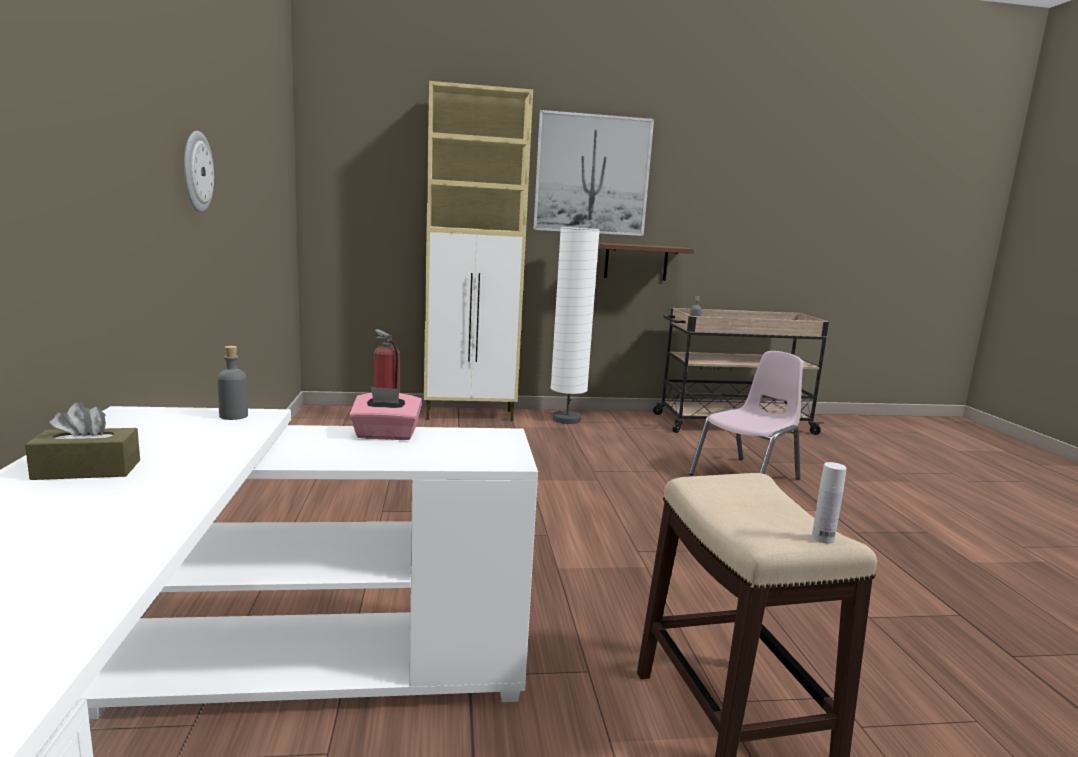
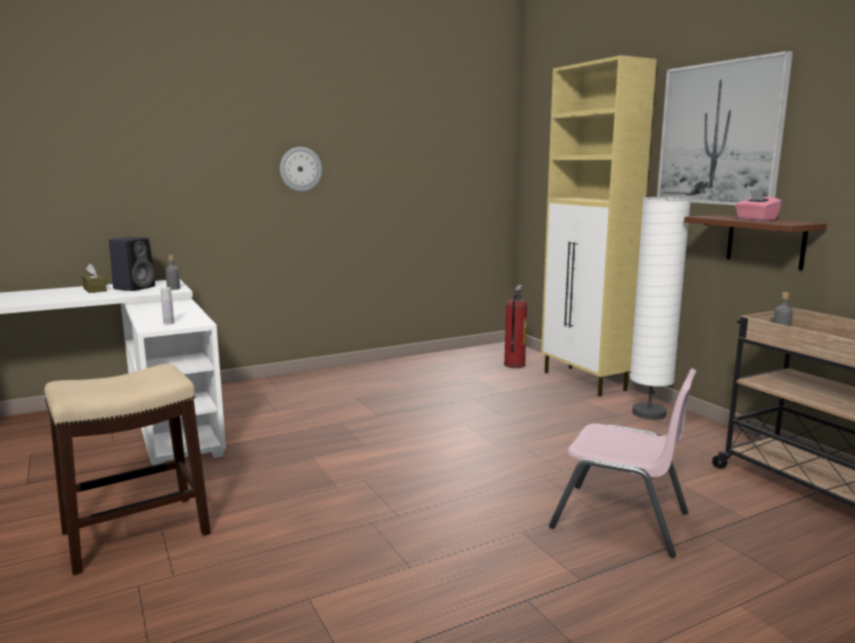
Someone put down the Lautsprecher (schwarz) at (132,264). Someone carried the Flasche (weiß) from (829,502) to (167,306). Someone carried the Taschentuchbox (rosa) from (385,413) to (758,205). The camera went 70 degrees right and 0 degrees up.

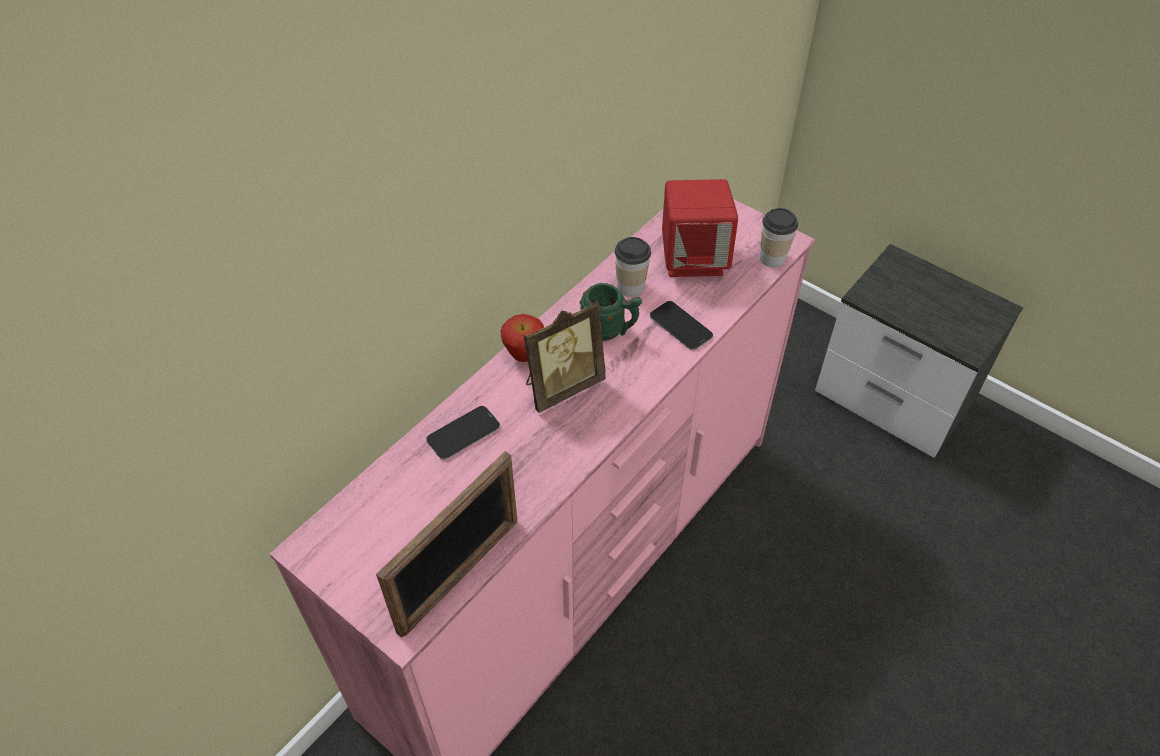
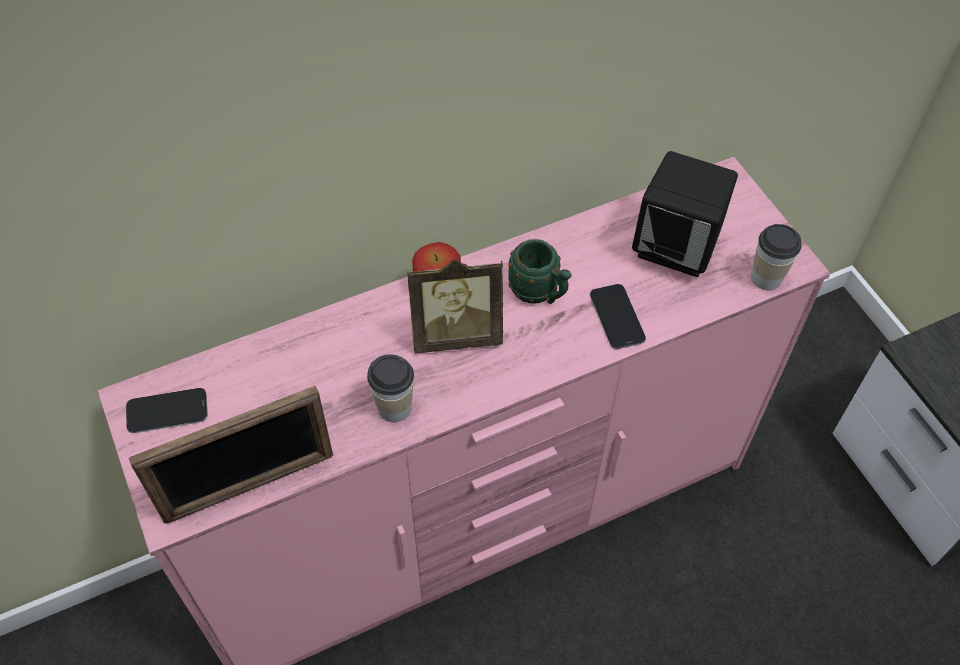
Someone carried the Handy from (463,433) to (167,410). Someone carried the Tasse from (633,267) to (390,388). Someone repainted the Lautsprecher (rot) at (700,228), which became the Lautsprecher (schwarz) at (685,214). The camera went 25 degrees right and 5 degrees up.

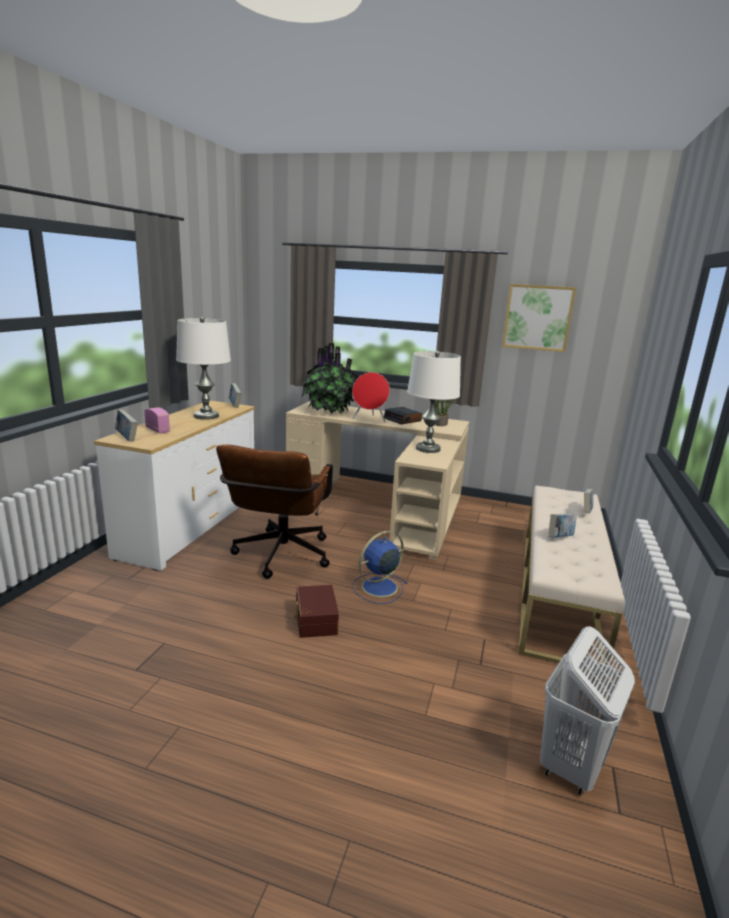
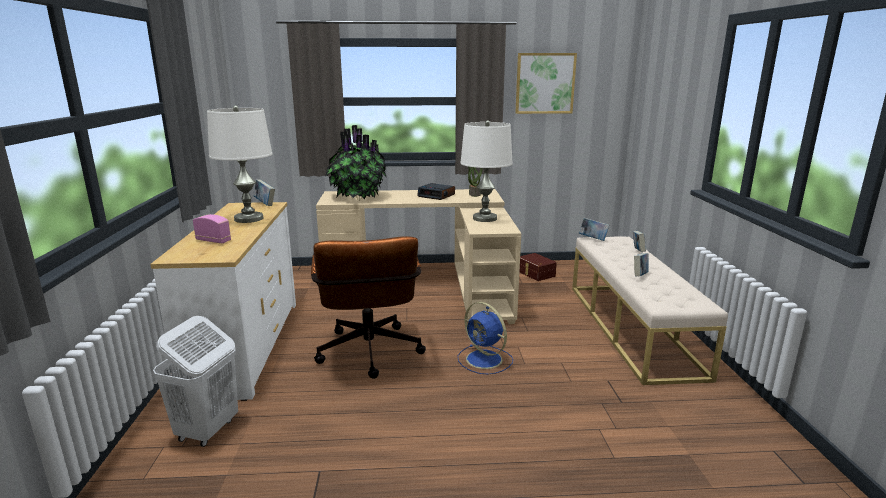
Someone carried the Wäschekorb (weiß) from (587,710) to (195,381). Someone rotated the Ventilator (blau) at (379,567) by 75 degrees counterclockwise. Someone carried the Aufbewahrungsbox (braun) from (316,611) to (538,267). Someone carried the Buch from (126,425) to (594,229). Someone took away the Lautsprecher (rot) at (371,397). The camera went 20 degrees left and 0 degrees up.

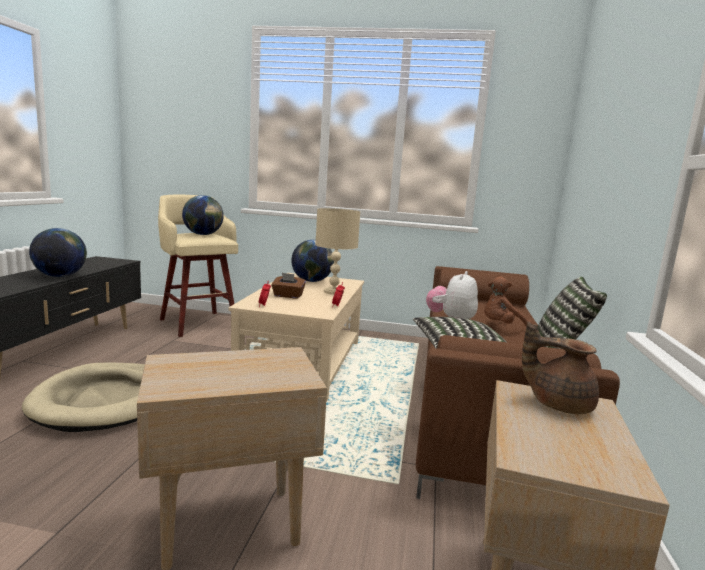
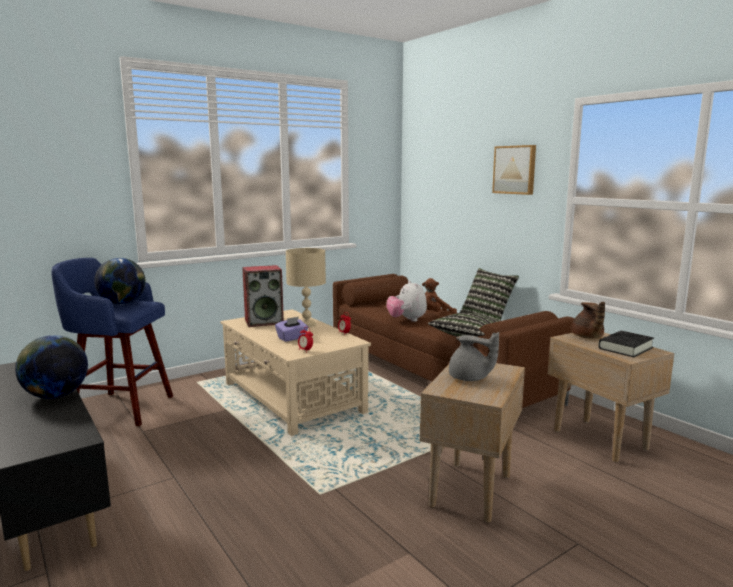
Someone repainted the Hocker (beige) at (198,266), which became the Hocker (blau) at (112,342). Someone swapped the Globus at (312,261) for the Lautsprecher at (263,296). Someone repainted the Taschentuchbox (braun) at (288,286), which became the Taschentuchbox (lila) at (291,329). Someone rotated the Plüschtier (braun) at (508,302) by 45 degrees clockwise. Someone put down the Teekanne (grau) at (474,356). Someone put up the Bild at (514,170). Someone rotated the Teekanne (braun) at (560,367) by 75 degrees counterclockwise. Someone put down the Buch (schwarz) at (626,344). Someone took away the Hundebett (beige) at (83,397). The camera went 45 degrees left and 0 degrees up.

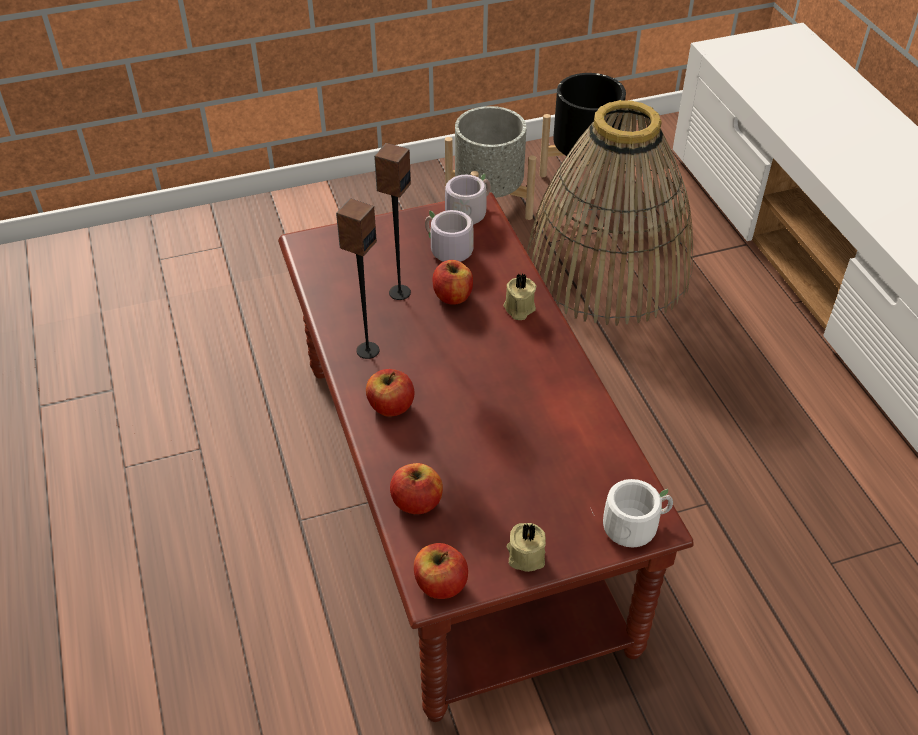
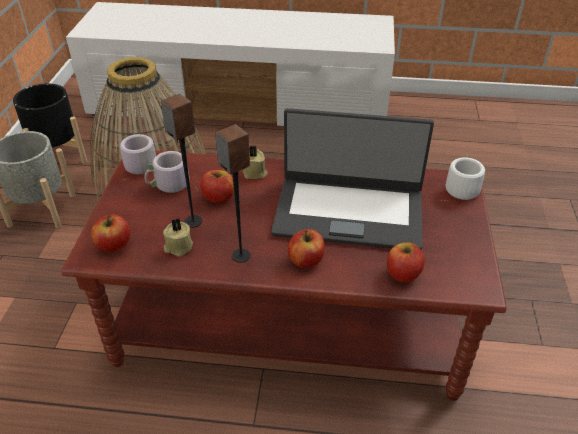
Someone carried the Apfel from (441,571) to (110,233). Someone carried the Kerze (beige) from (526,547) to (178,237). Someone put down the Laptop at (352,179). The camera went 65 degrees left and 5 degrees down.

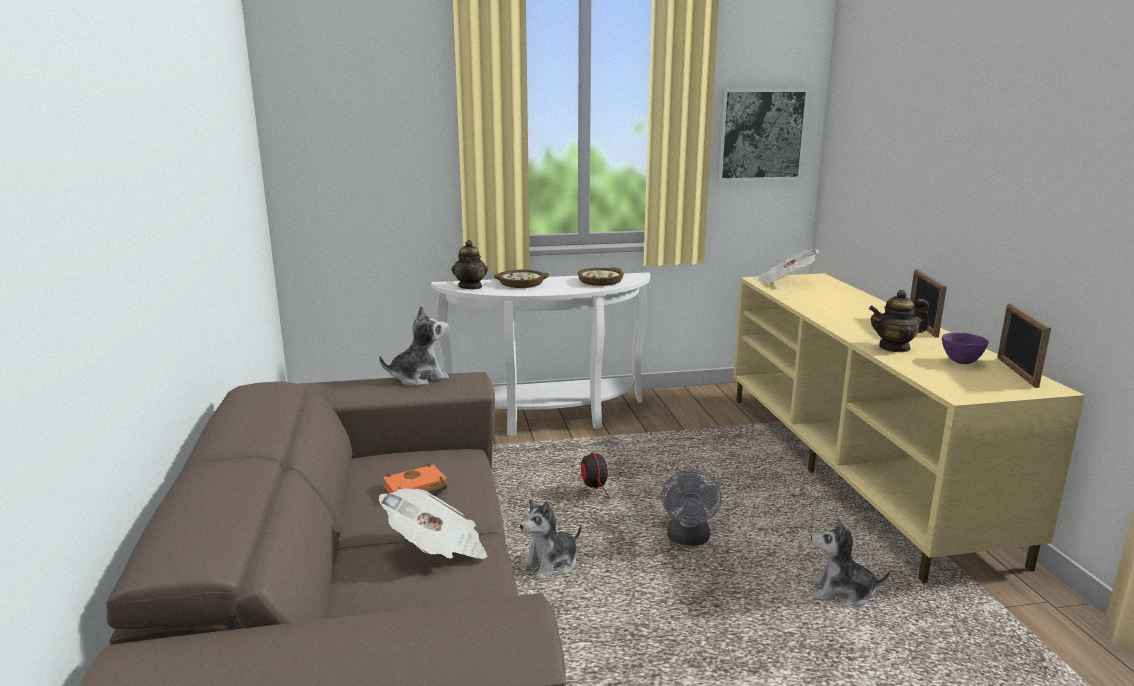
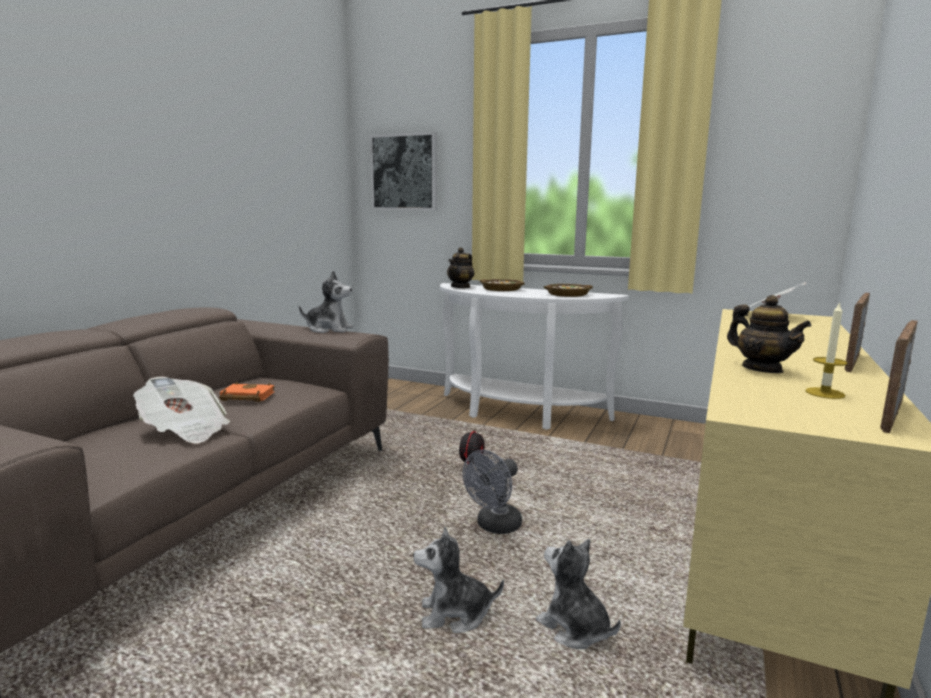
Someone carried the Bild from (763,135) to (403,171). Someone carried the Plüschtier from (551,539) to (458,580). Someone rotated the Teekanne at (899,321) by 150 degrees counterclockwise. Someone swapped the Schüssel (lila) at (965,348) for the Kerze at (826,350). The camera went 35 degrees right and 5 degrees down.

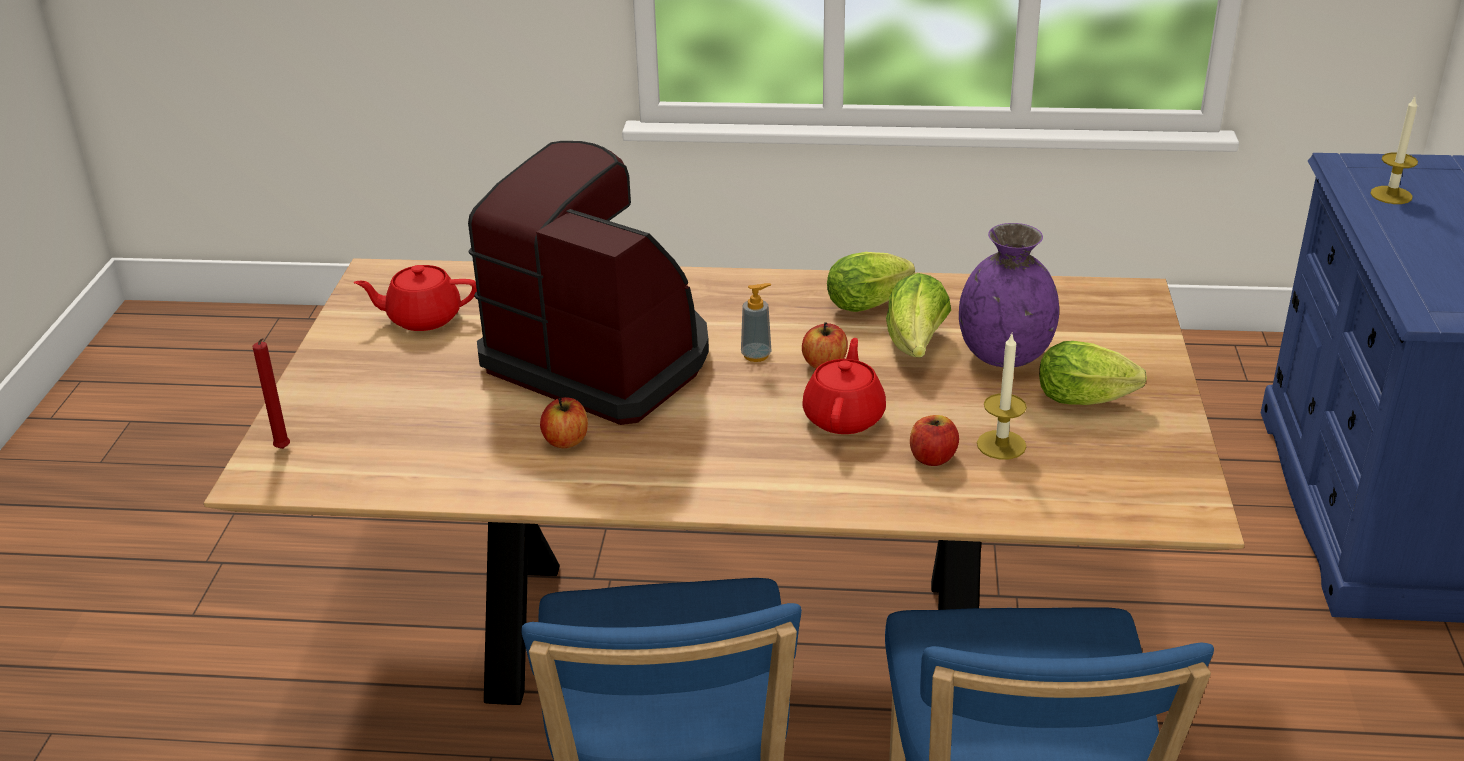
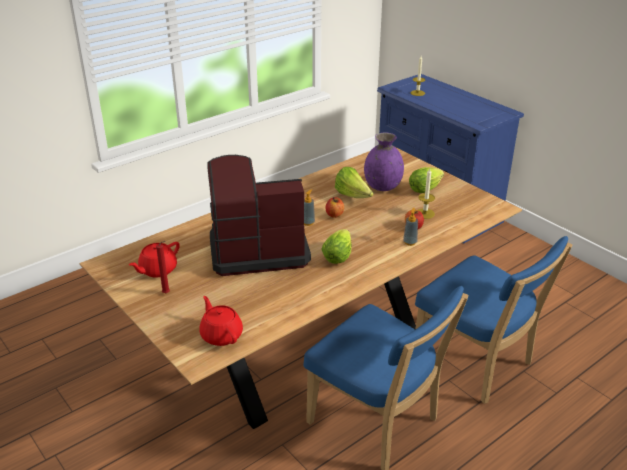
Someone carried the Kerze (rot) from (271,393) to (163,267). Someone carried the Teekanne (rot) from (844,386) to (221,321). Someone carried the Salatkopf from (871,282) to (336,246). Someone put down the Seifenspender at (410,227). Someone took away the Apfel at (564,422). The camera went 45 degrees left and 0 degrees up.

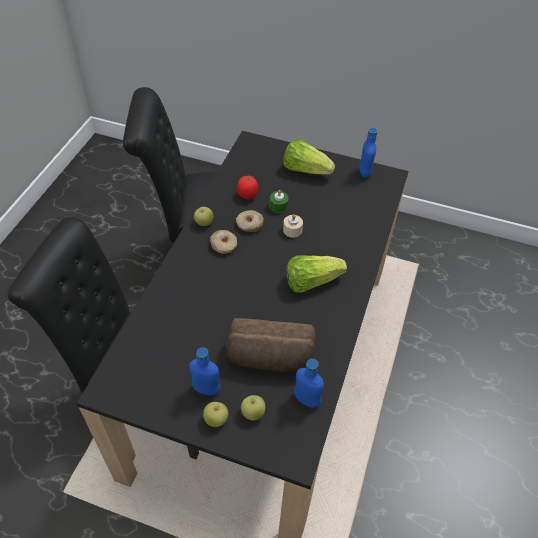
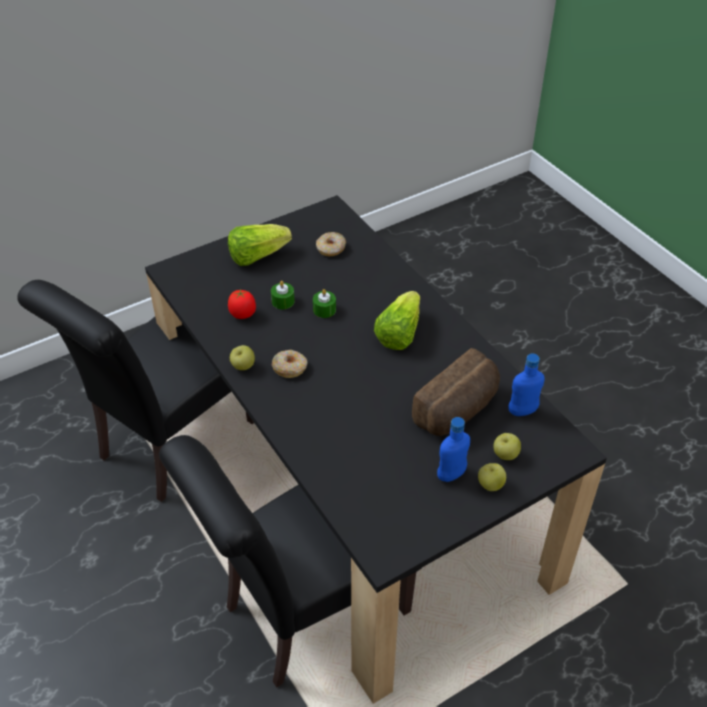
Someone repainted the Kerze (beige) at (293,226), which became the Kerze (grün) at (324,303). Someone carried the Donut from (250,221) to (331,244). Someone took away the Flasche (blau) at (368,153). The camera went 50 degrees left and 5 degrees down.

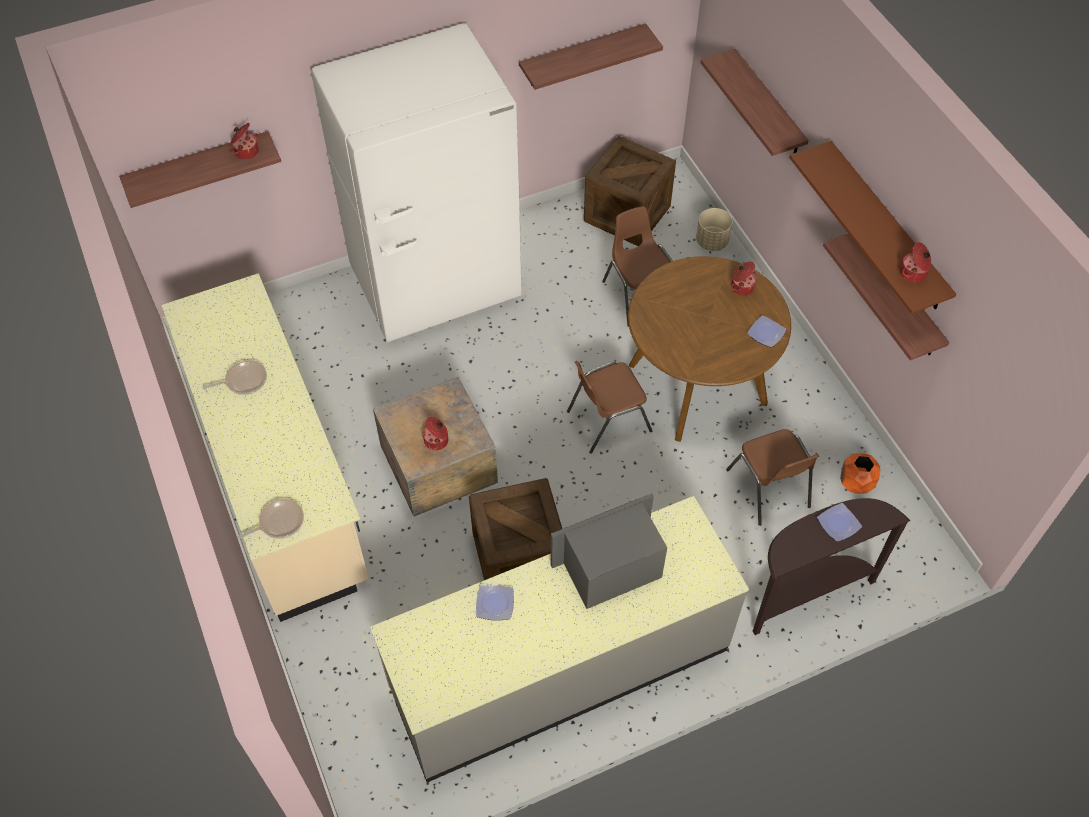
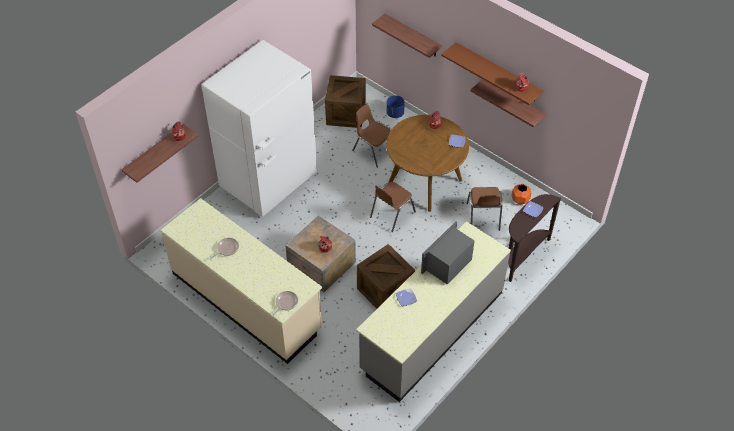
Someone repainted the Pflanzkübel (beige) at (714,229), which became the Pflanzkübel (blau) at (395,106). Someone rotated the Stuhl (braun) at (772,477) by 45 degrees clockwise. Someone took away the Wandregal at (591,56). The camera went 25 degrees left and 5 degrees down.

